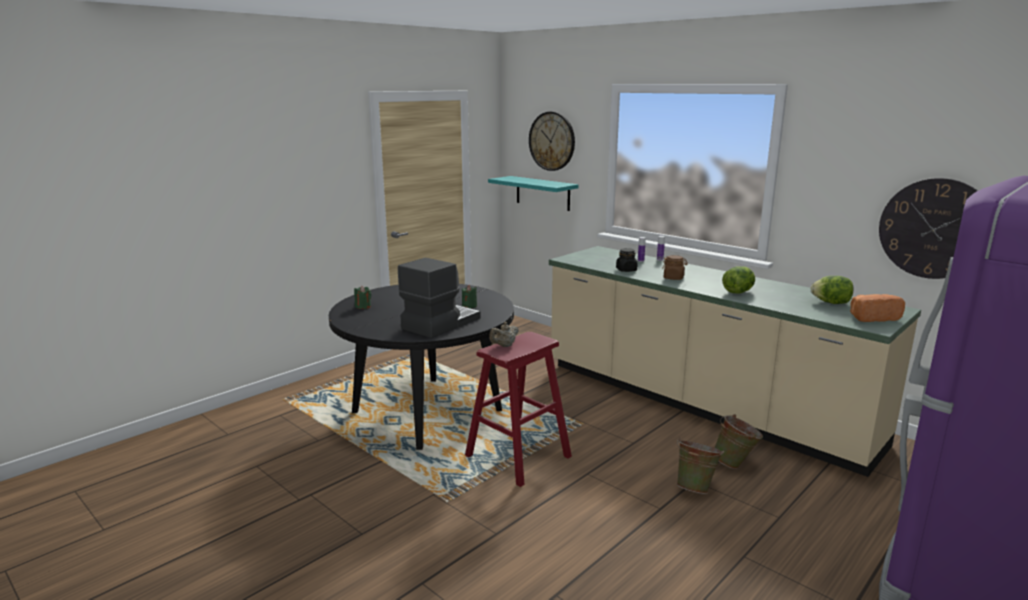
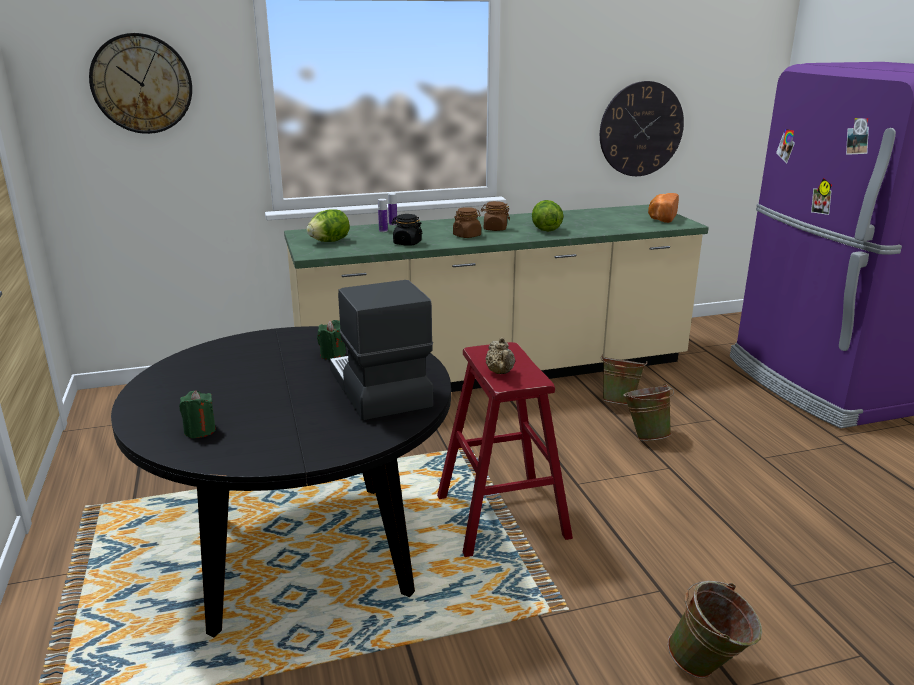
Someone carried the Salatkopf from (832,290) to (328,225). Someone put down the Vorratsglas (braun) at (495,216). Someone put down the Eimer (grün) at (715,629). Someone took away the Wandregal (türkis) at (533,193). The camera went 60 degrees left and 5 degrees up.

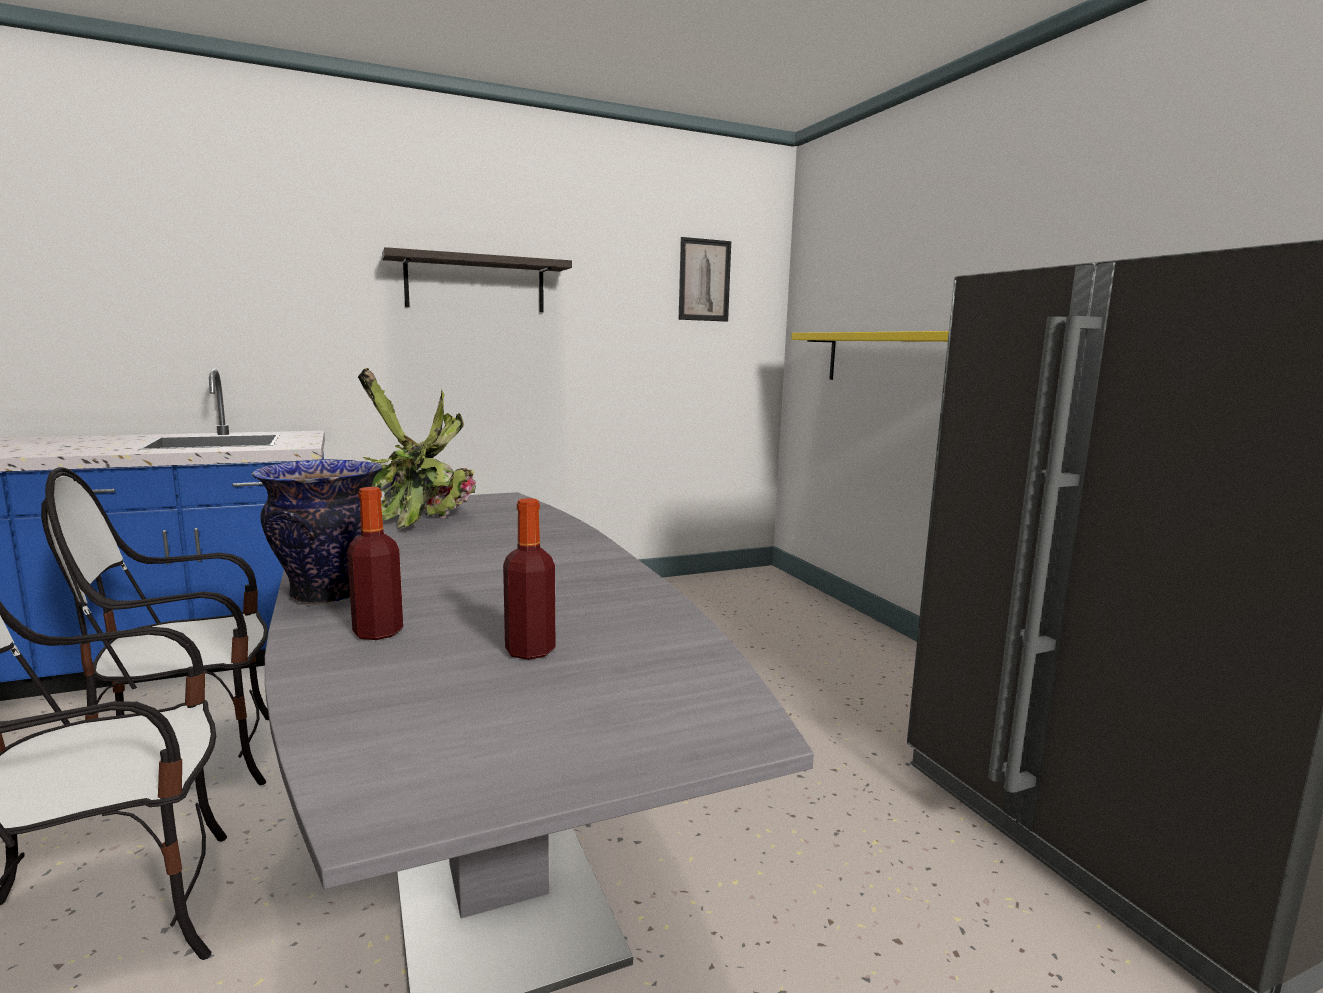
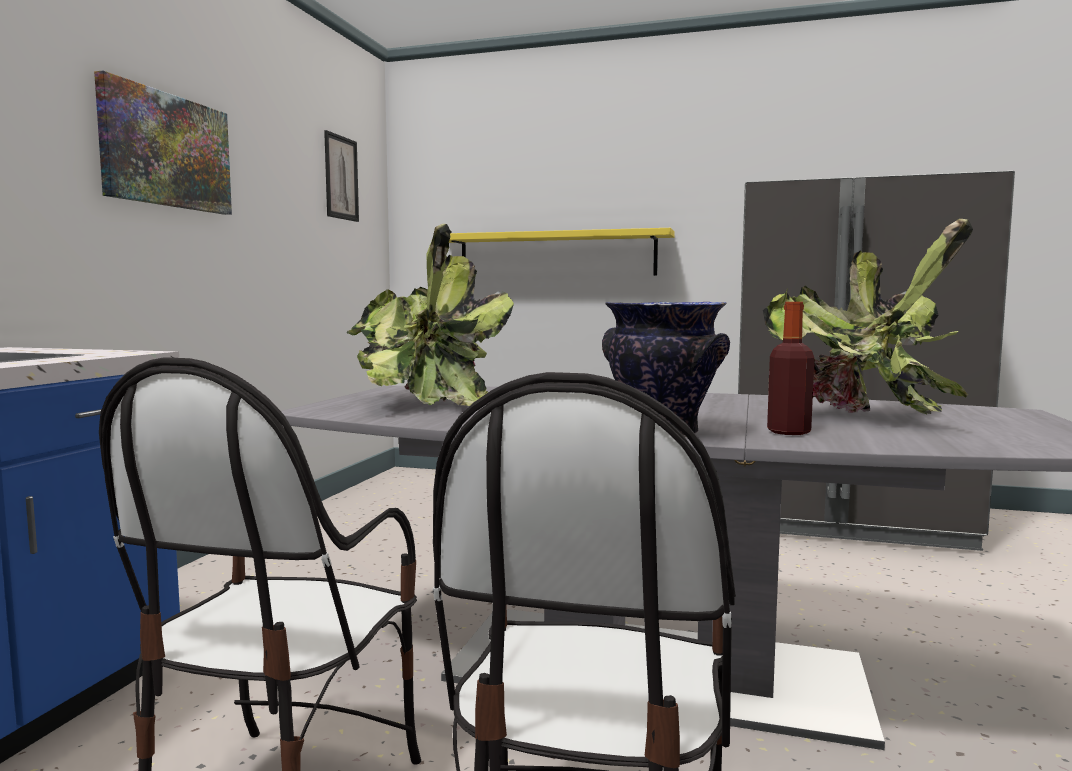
Someone swapped the Wandregal at (477,279) for the Bild at (163,143). Someone swapped the Flasche at (529,579) for the Topfpflanze at (868,316). The camera went 50 degrees left and 5 degrees down.

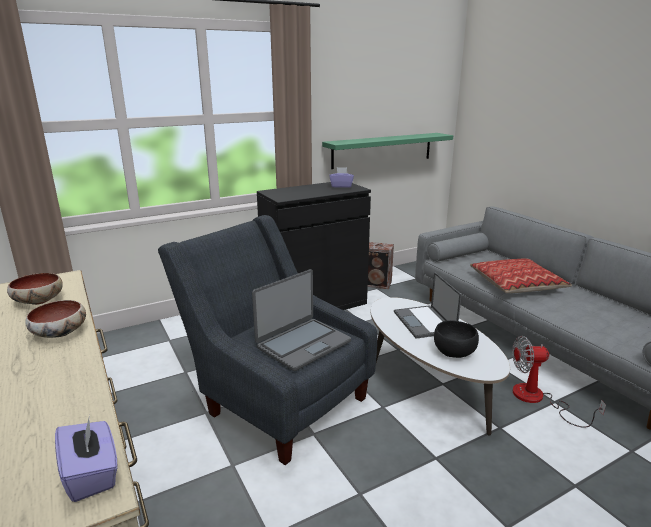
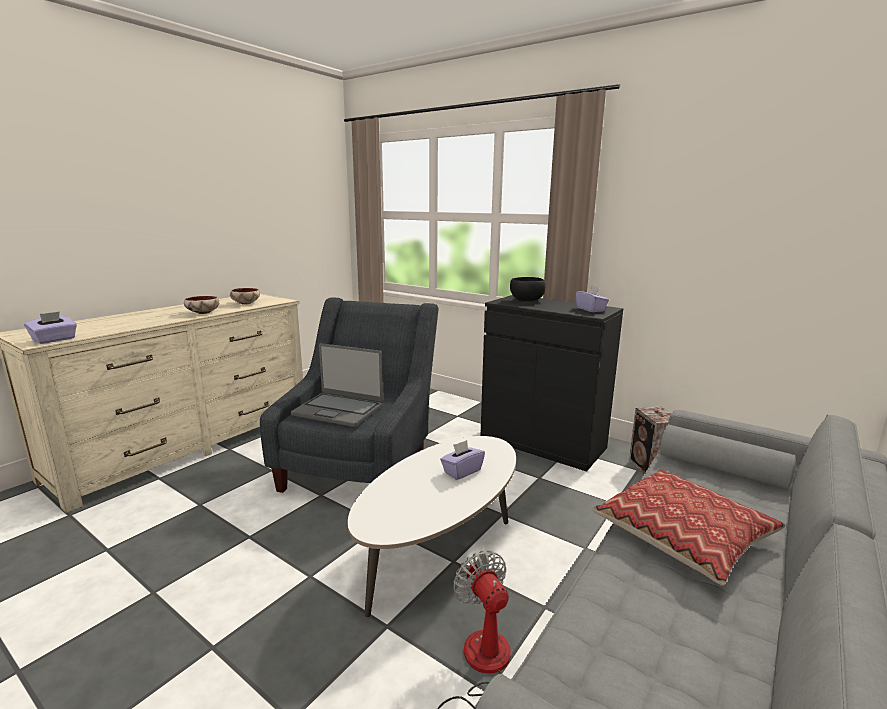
Someone swapped the Laptop at (428,305) for the Taschentuchbox (lila) at (462,460). Someone carried the Schüssel (schwarz) from (456,339) to (528,289). Someone took away the Wandregal (grün) at (387,151). The camera went 65 degrees right and 5 degrees down.

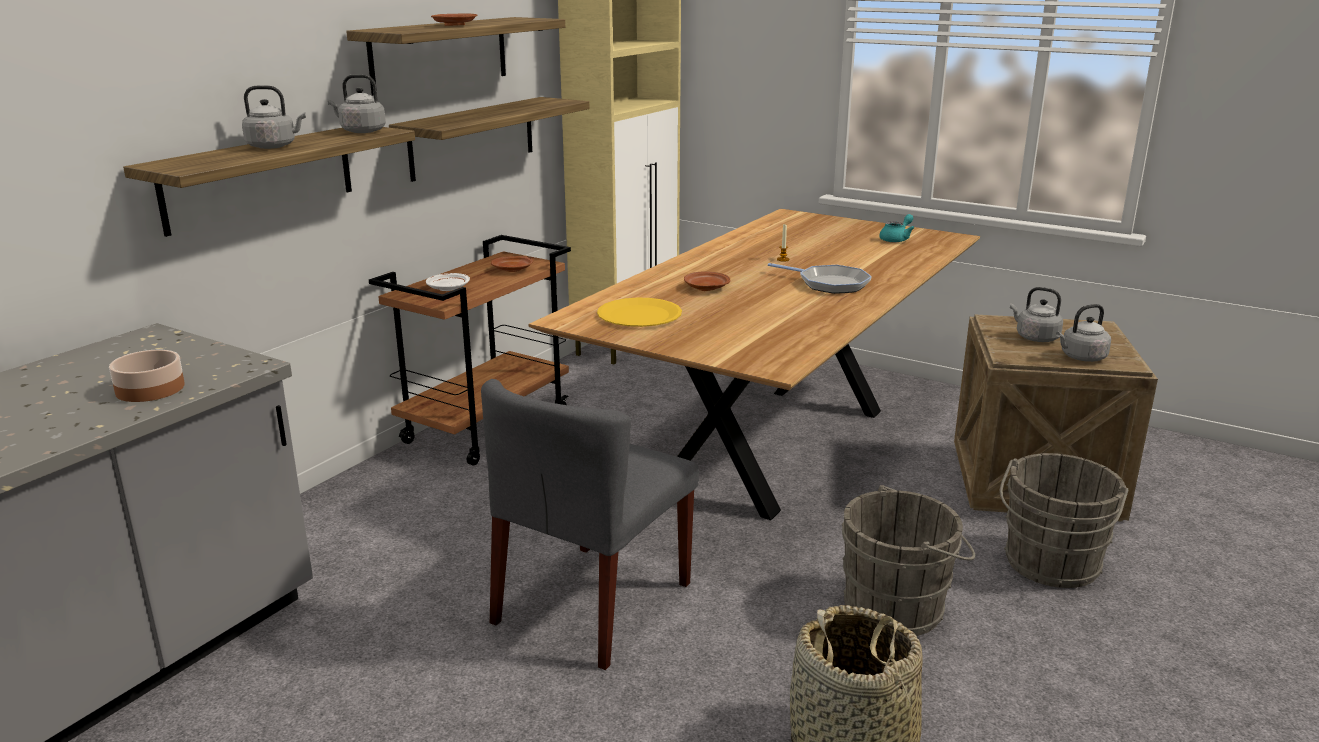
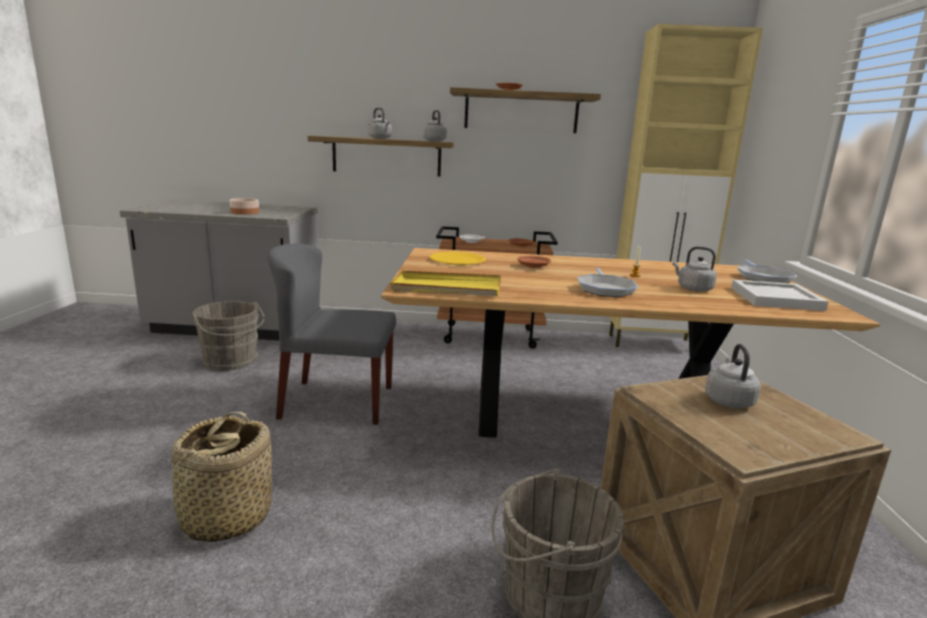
Someone carried the Eimer (grau) from (908,560) to (228,336). Someone put down the Tablett (gelb) at (445,283). Someone carried the Wasserkessel (grau) from (1083,333) to (695,269). Someone swapped the Teekanne (türkis) at (897,228) for the Tablett (weiß) at (780,295). Someone put down the Pfanne at (767,271). Someone took away the Wandregal at (489,139). The camera went 60 degrees right and 5 degrees down.

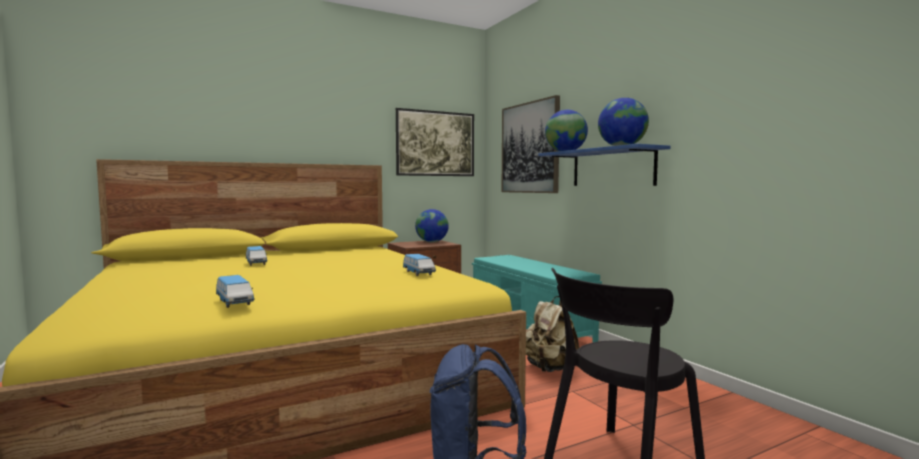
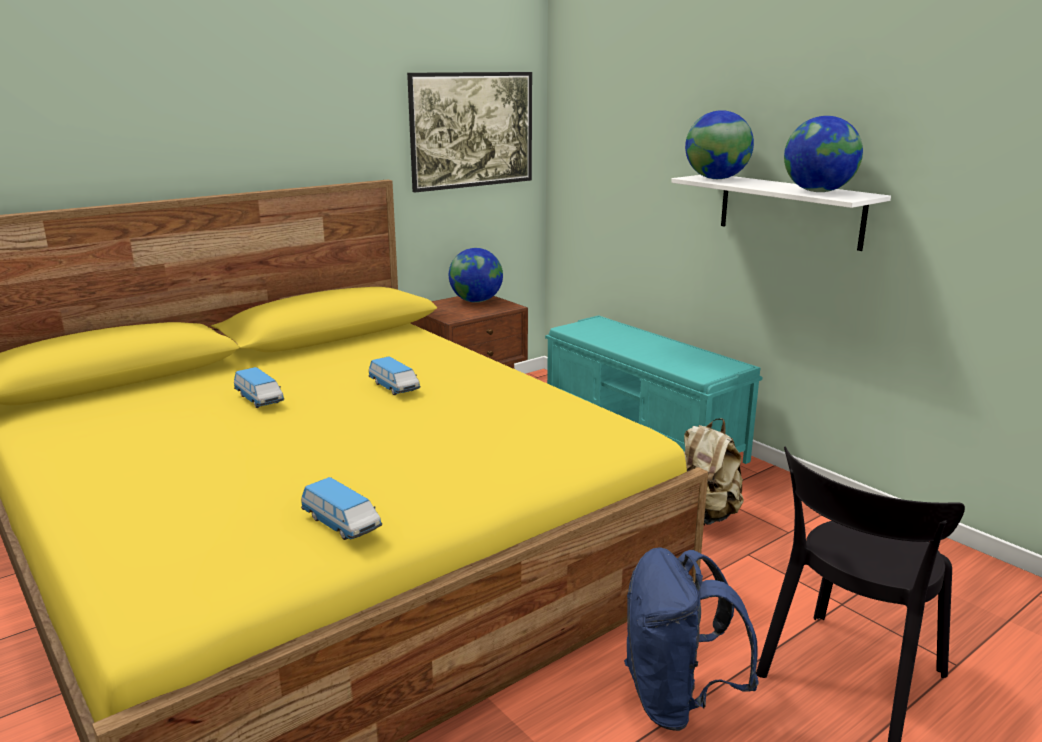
Someone carried the Spielzeugauto from (419,265) to (394,376). Someone repainted the Wandregal (blau) at (604,165), which became the Wandregal (weiß) at (781,213). Someone took away the Bild at (530,144). The camera went 10 degrees left and 15 degrees up.

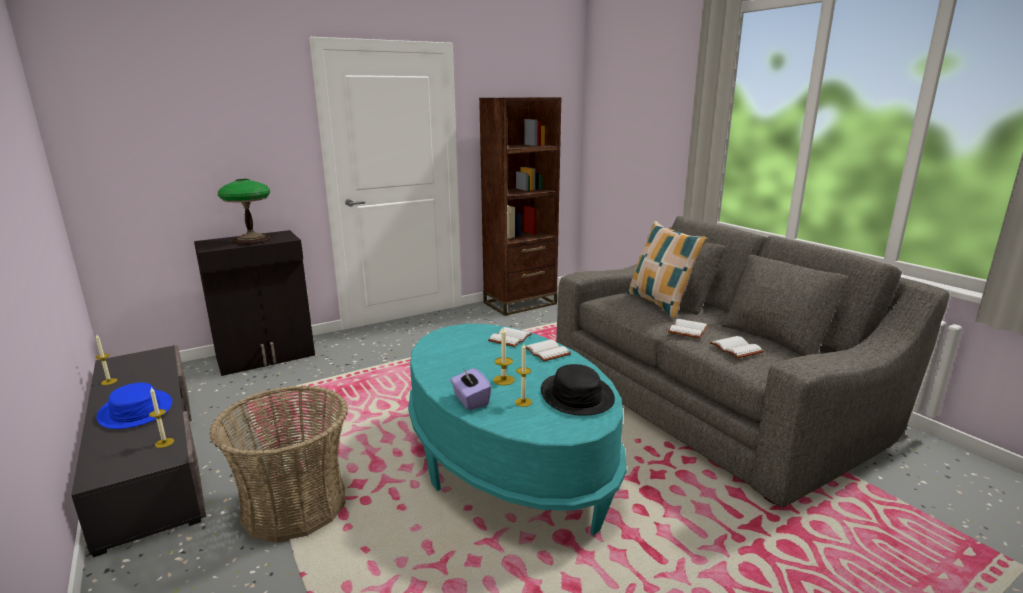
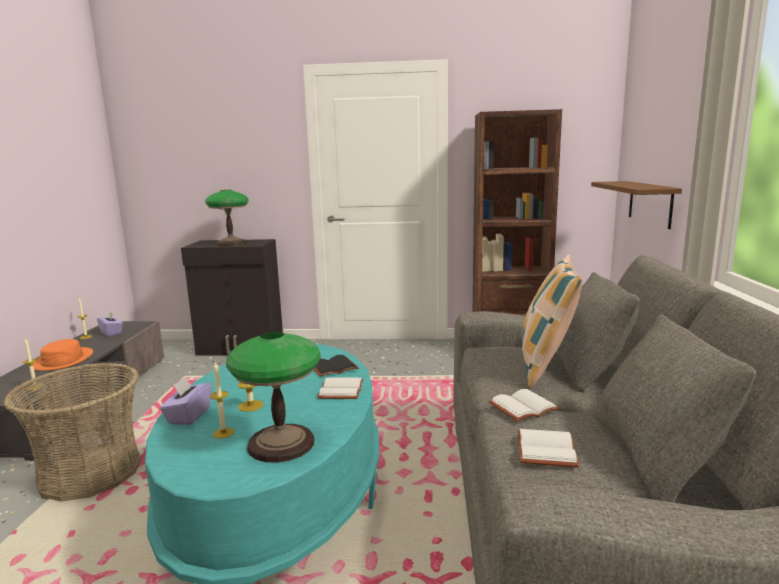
Someone repainted the Hut (blau) at (134,406), which became the Hut (orange) at (63,355). Someone put down the Taschentuchbox (lila) at (110,323). Someone swapped the Hut (schwarz) at (578,390) for the Tischlampe at (273,397). Someone repainted the Buch (weiß) at (510,337), which became the Buch (schwarz) at (336,366). Someone put up the Wandregal (braun) at (636,205). The camera went 35 degrees right and 5 degrees down.

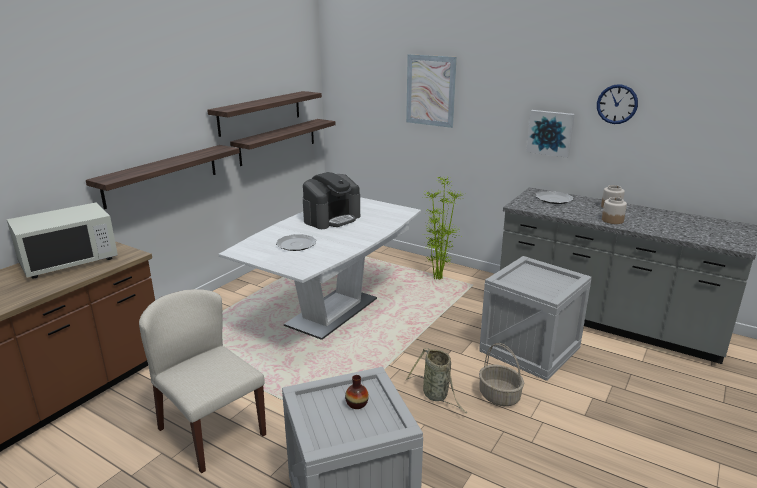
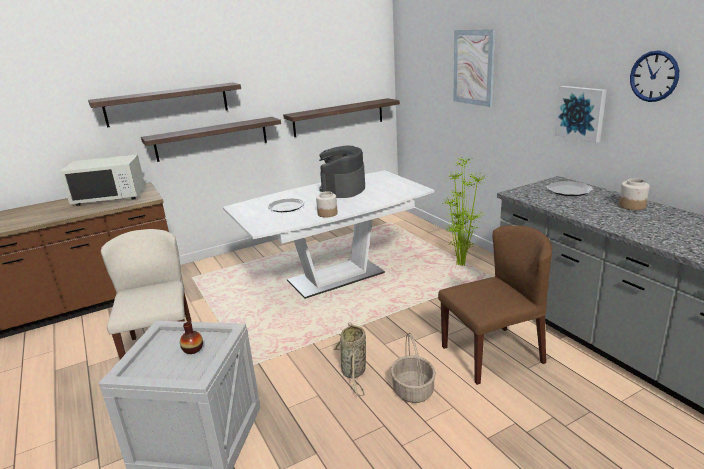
Someone carried the Wandregal from (264,114) to (164,105). Someone carried the Vorratsglas from (614,210) to (327,204). Someone rotated the Kaffeemaschine at (331,200) by 120 degrees clockwise. Someone swapped the Kiste at (535,318) for the Stuhl (braun) at (495,305). The camera went 30 degrees right and 0 degrees up.

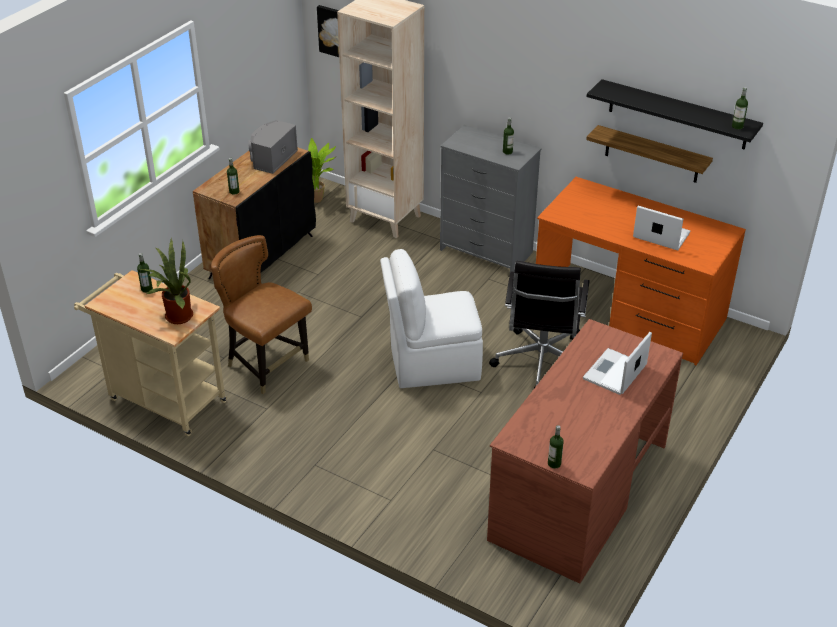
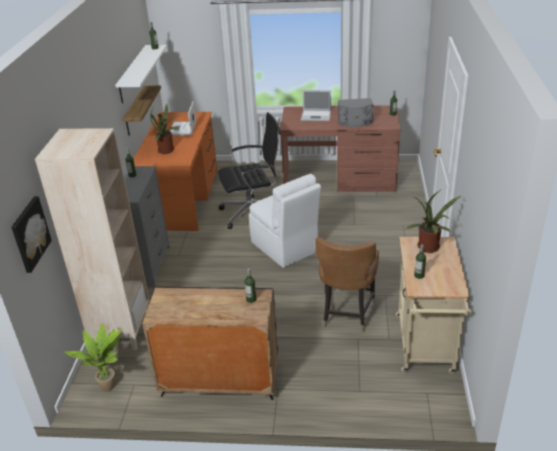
Someone repainted the Wandregal (schwarz) at (675,114), which became the Wandregal (weiß) at (141,74). Someone put down the Topfpflanze at (164,129). Someone carried the Lautsprecher (grau) from (273,147) to (356,112). The camera went 115 degrees left and 5 degrees down.

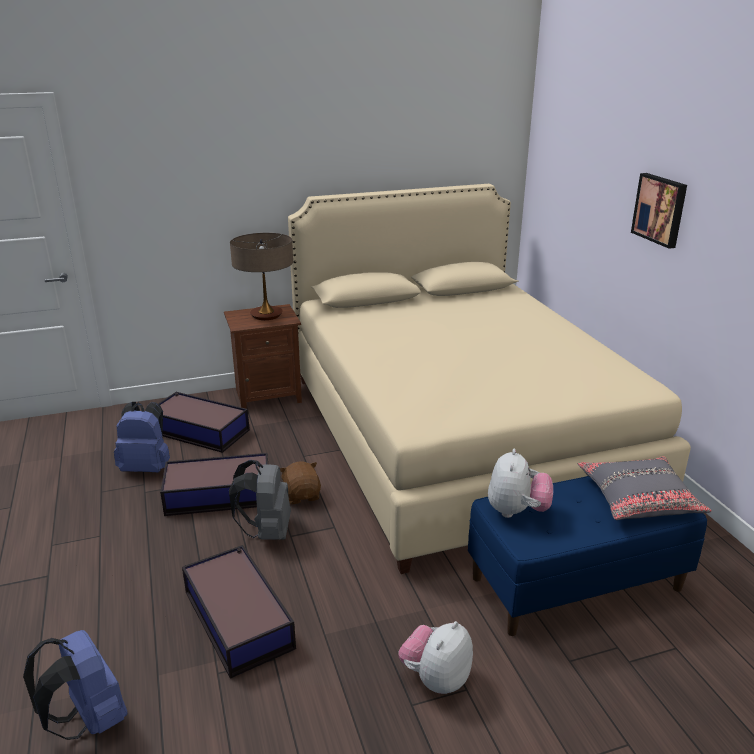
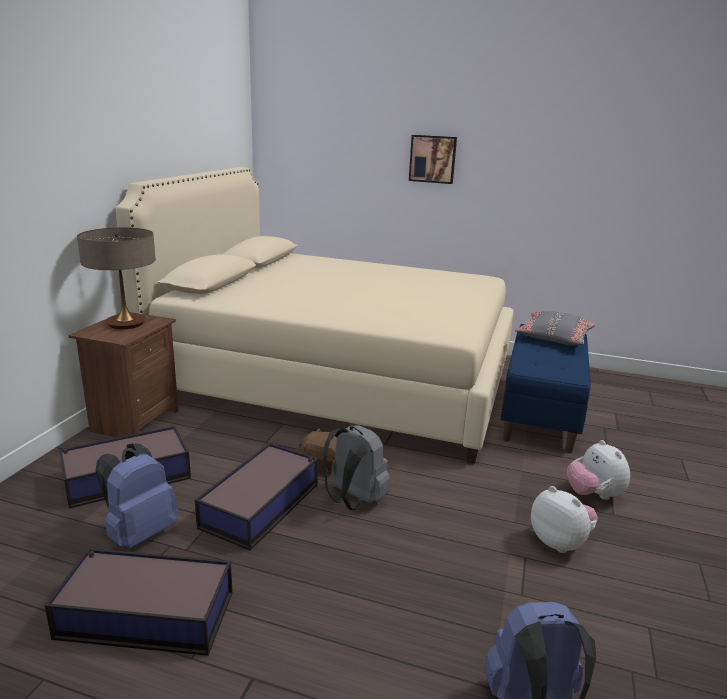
Someone carried the Aufbewahrungsbox from (239,612) to (139,602). Someone carried the Plüschtier from (520,483) to (564,519). The camera went 55 degrees left and 5 degrees down.

